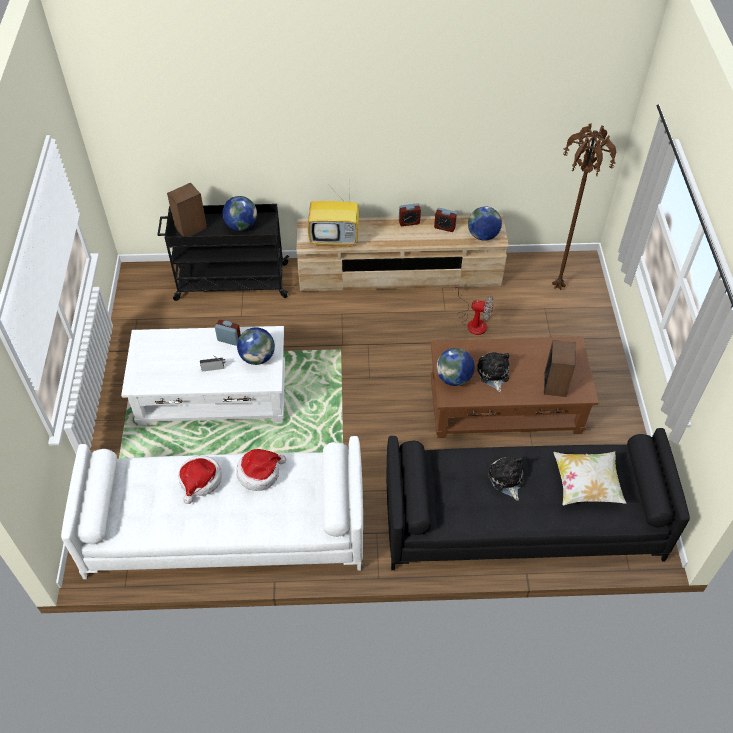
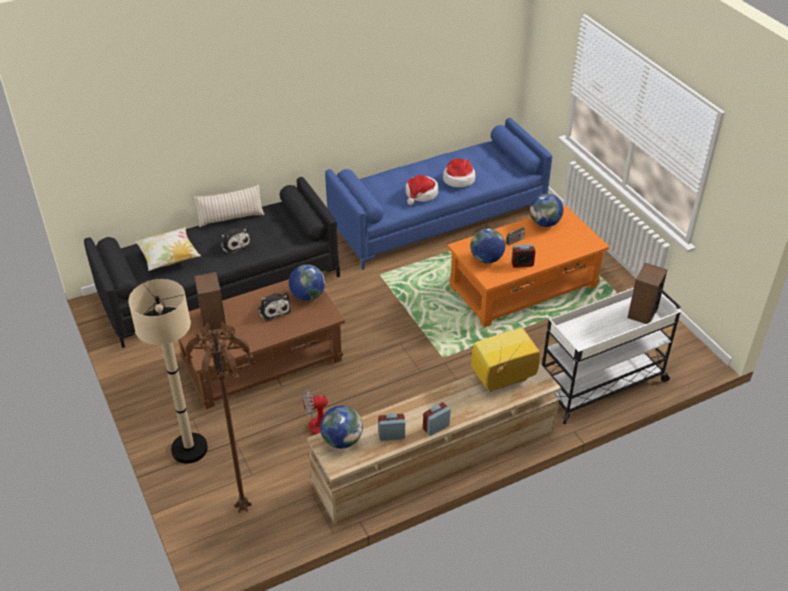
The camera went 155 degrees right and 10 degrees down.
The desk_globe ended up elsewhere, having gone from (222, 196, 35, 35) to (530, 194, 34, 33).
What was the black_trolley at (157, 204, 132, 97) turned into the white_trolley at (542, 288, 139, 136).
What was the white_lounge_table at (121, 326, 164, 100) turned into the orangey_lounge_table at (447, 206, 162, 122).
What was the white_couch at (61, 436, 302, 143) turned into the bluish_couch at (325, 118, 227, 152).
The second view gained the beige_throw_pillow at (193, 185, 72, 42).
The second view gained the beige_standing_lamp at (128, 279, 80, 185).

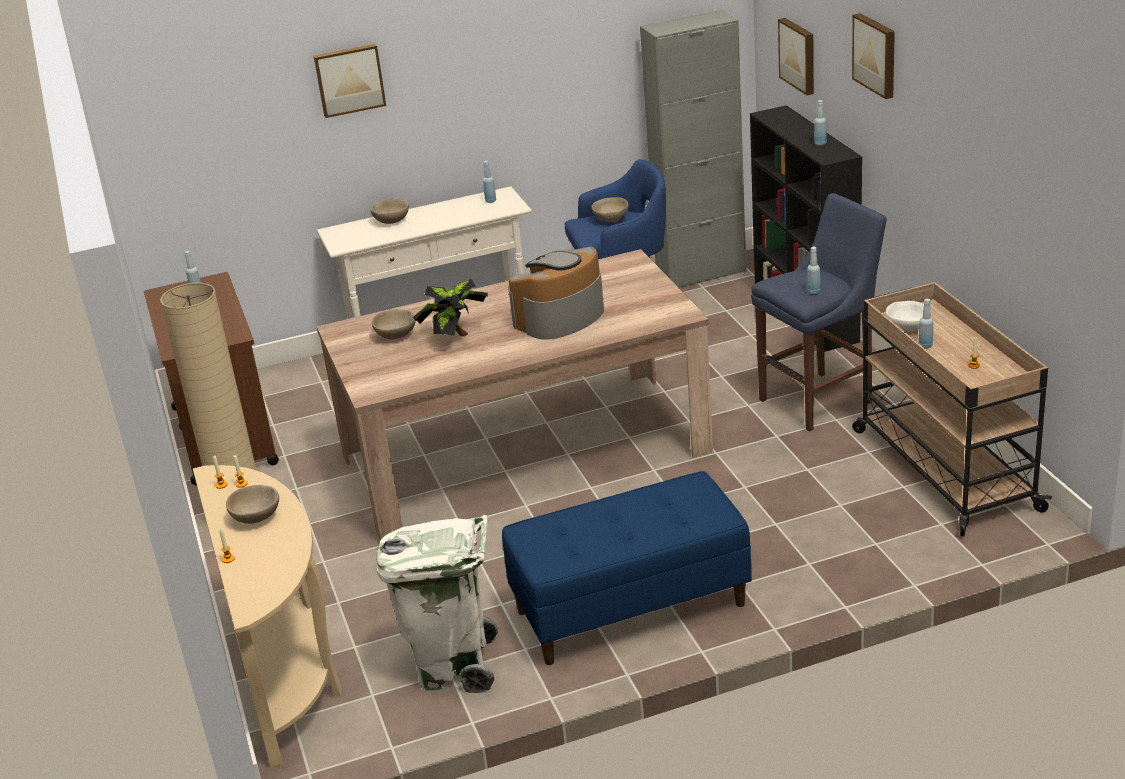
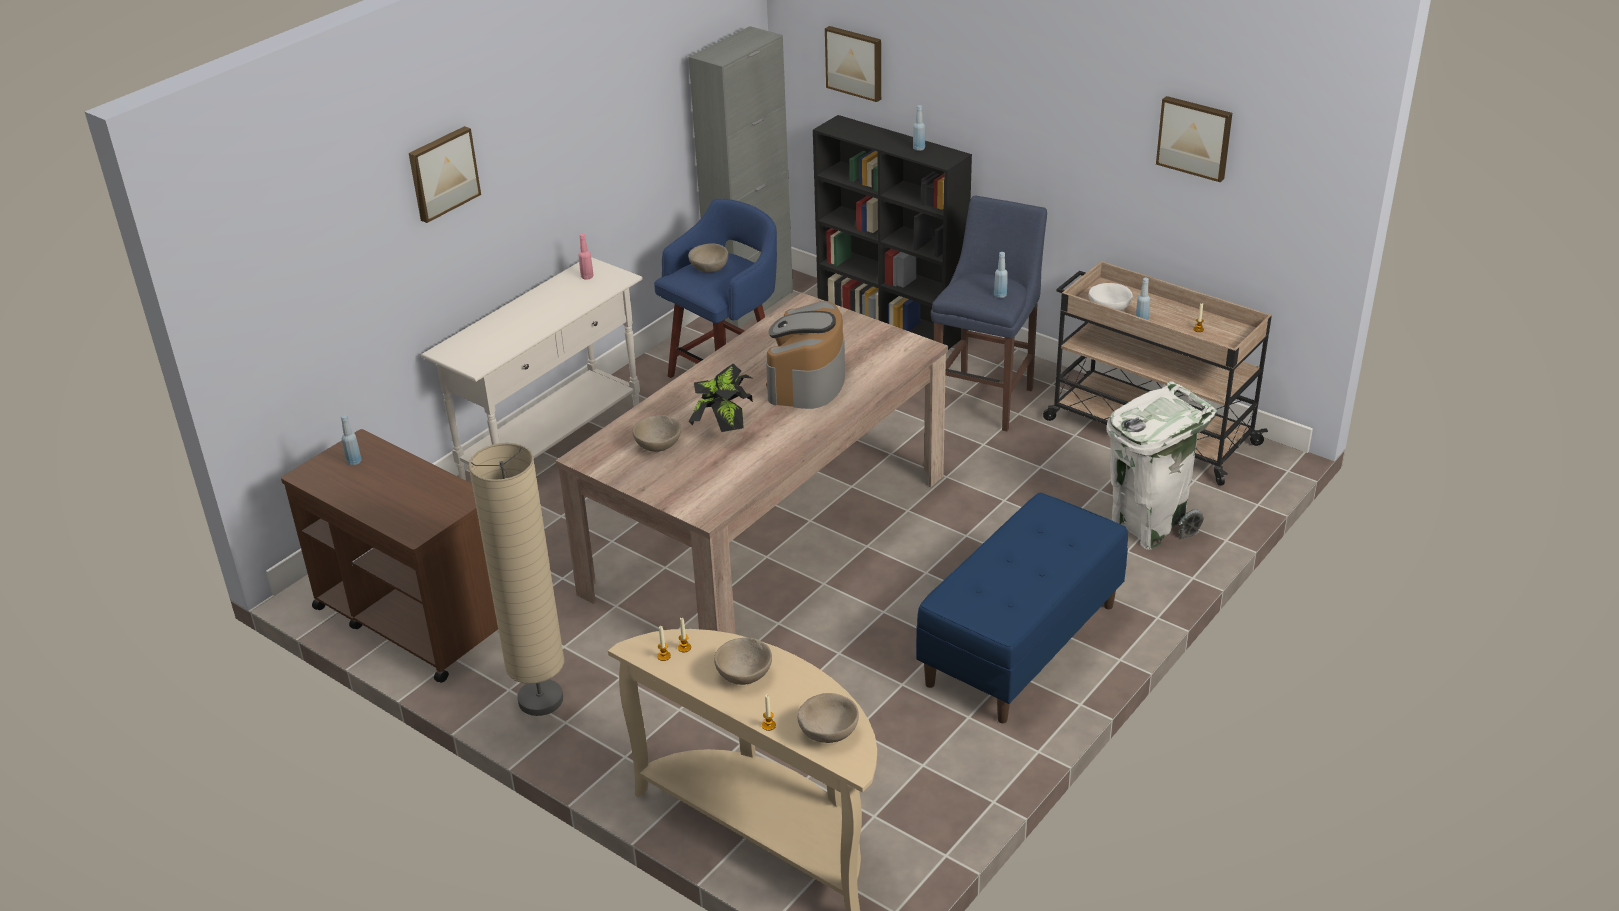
The camera went 35 degrees left and 5 degrees up.
The wall_art ended up elsewhere, having gone from (852, 13, 43, 86) to (1156, 96, 76, 86).
What was the bluish_drink_bottle at (483, 161, 13, 42) turned into the pinkish_drink_bottle at (578, 234, 16, 46).
The beige_bowl ended up elsewhere, having gone from (371, 199, 38, 25) to (798, 693, 61, 50).
The white_rubbish_bin ended up elsewhere, having gone from (376, 514, 122, 179) to (1106, 381, 112, 169).

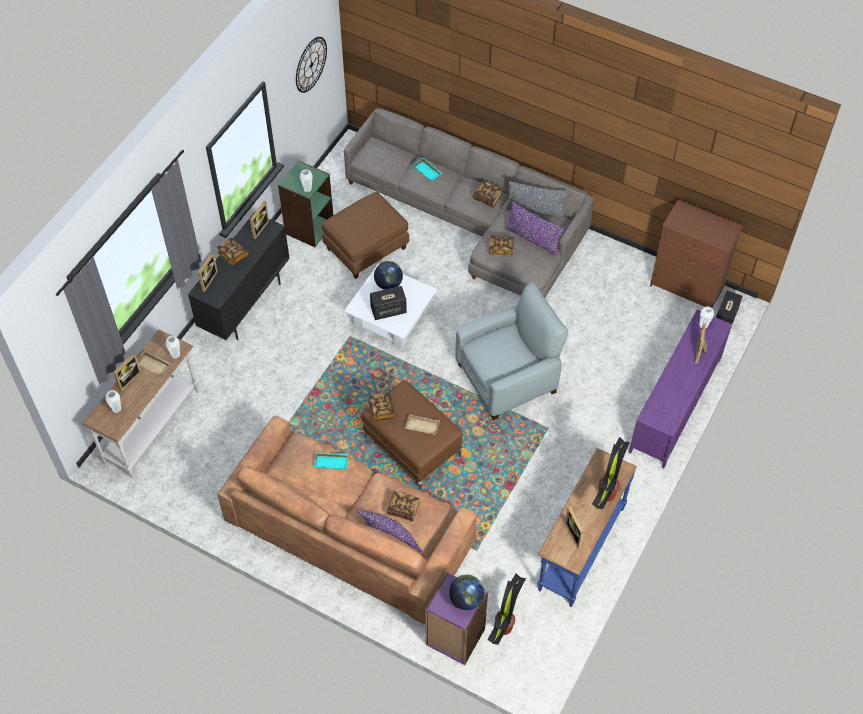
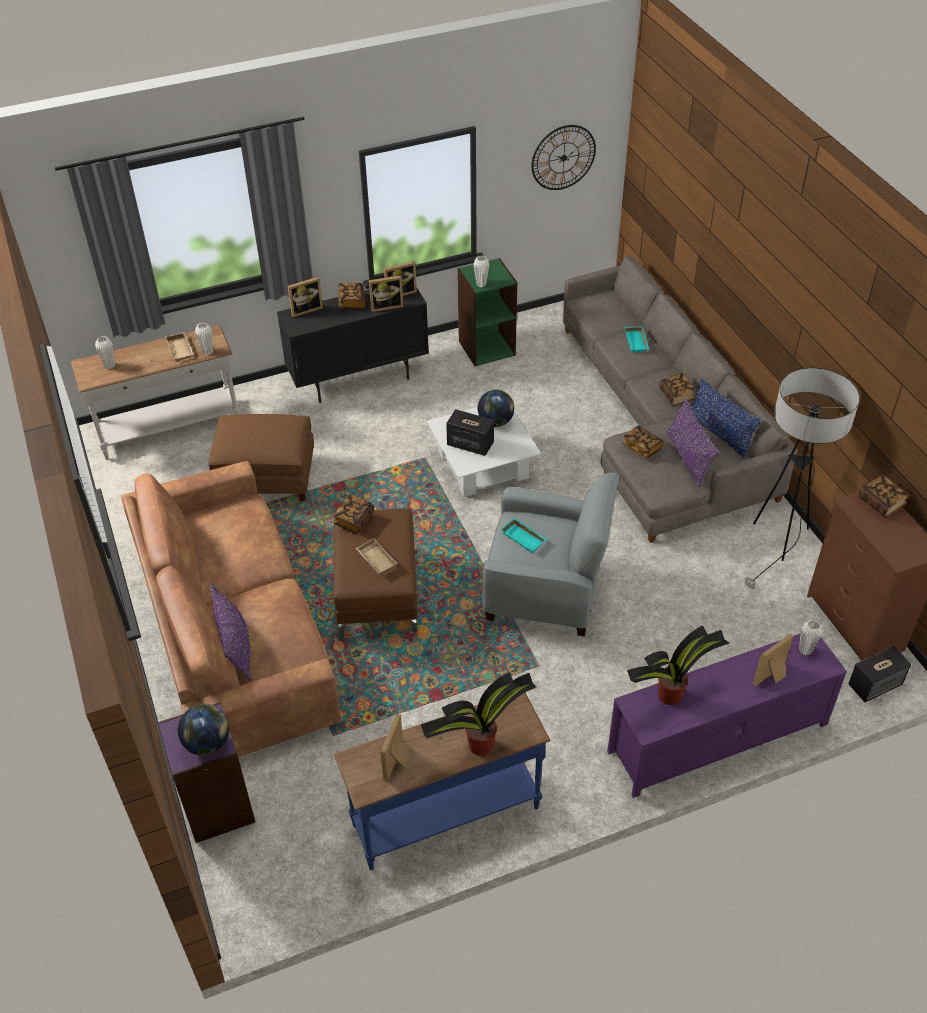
The camera went 40 degrees right and 10 degrees down.
What was the grey_throw_pillow at (505, 181, 63, 39) turned into the bluish_throw_pillow at (691, 379, 71, 80).
The brown-coloured_footrest ended up elsewhere, having gone from (322, 191, 87, 88) to (208, 414, 106, 87).
The standing_frame ended up elsewhere, having gone from (113, 353, 28, 38) to (369, 275, 34, 37).
The turquoise_carrying_tray ended up elsewhere, having gone from (314, 452, 34, 18) to (500, 518, 47, 35).
The volume ended up elsewhere, having gone from (387, 491, 33, 30) to (859, 475, 50, 43).
The plant_in_a_pot ended up elsewhere, having gone from (487, 573, 39, 72) to (627, 625, 102, 80).
The second view gained the standing_lamp at (745, 368, 115, 221).

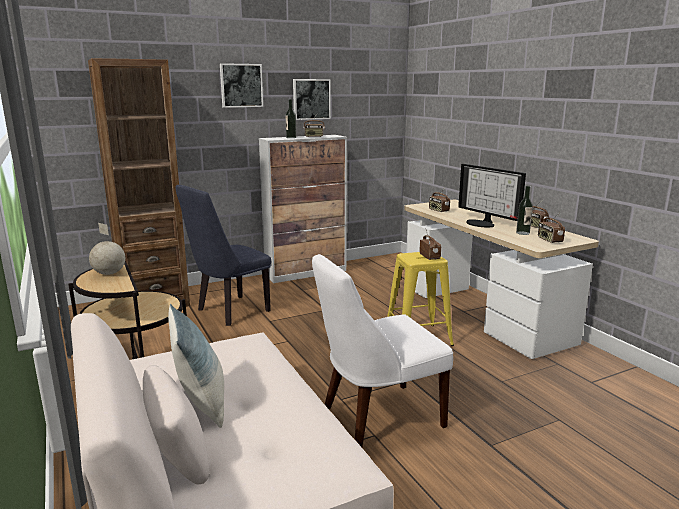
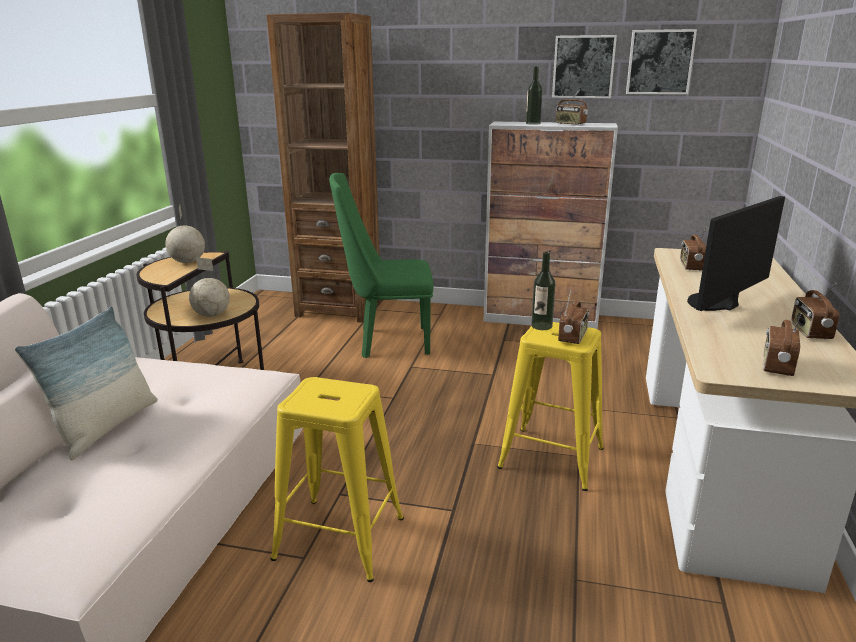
The camera went 40 degrees right and 5 degrees up.
The wall_art ended up elsewhere, having gone from (220, 63, 43, 45) to (626, 29, 71, 65).
The computer_display at (458, 164, 68, 63) ended up facing another way, 45 degrees clockwise from before.
What was the bluish_upright_chair at (176, 185, 95, 141) turned into the green_upright_chair at (329, 173, 104, 185).
The drink_bottle ended up elsewhere, having gone from (516, 186, 17, 49) to (531, 252, 24, 78).
Where the white_upright_chair stood at (312, 254, 141, 193), the yellow-coloured_stool came to stand at (270, 377, 134, 205).
The second view gained the desk_globe at (189, 257, 41, 60).

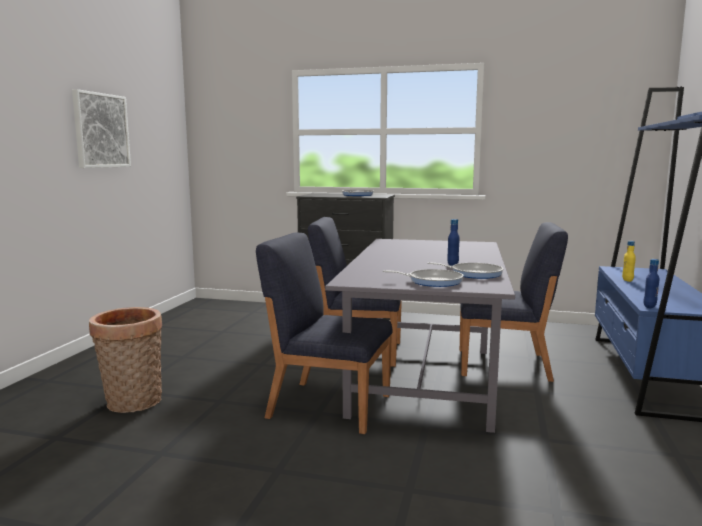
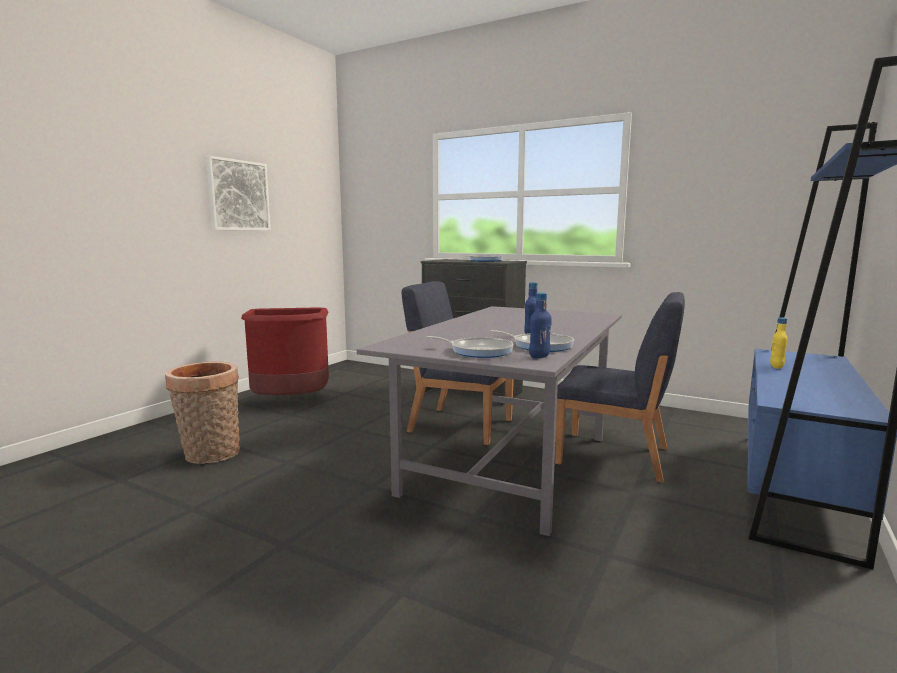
The camera went 15 degrees right and 0 degrees up.
The second view lost the bluish_upright_chair at (256, 232, 136, 202).
The bluish_drink_bottle ended up elsewhere, having gone from (643, 259, 16, 49) to (529, 292, 23, 66).
The second view gained the red-coloured_rubbish_bin at (241, 307, 88, 89).

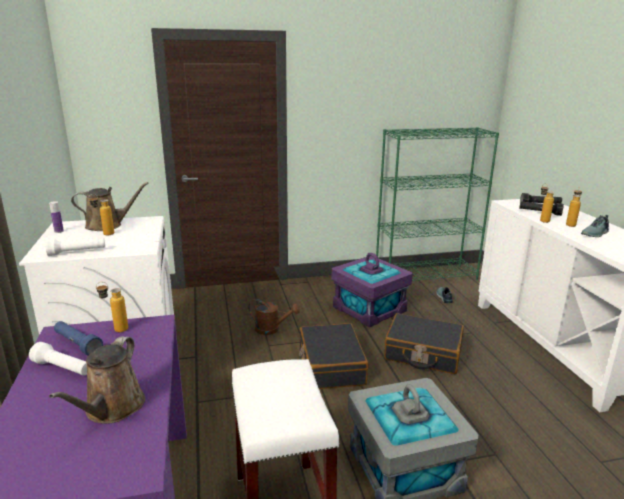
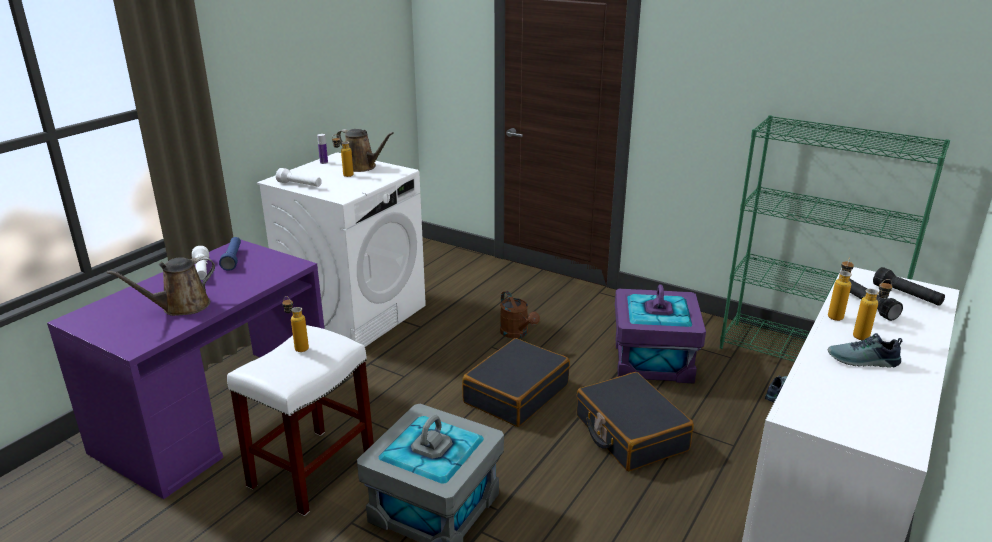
The camera went 45 degrees right and 5 degrees up.
The drink_bottle ended up elsewhere, having gone from (96, 282, 32, 50) to (282, 296, 27, 56).

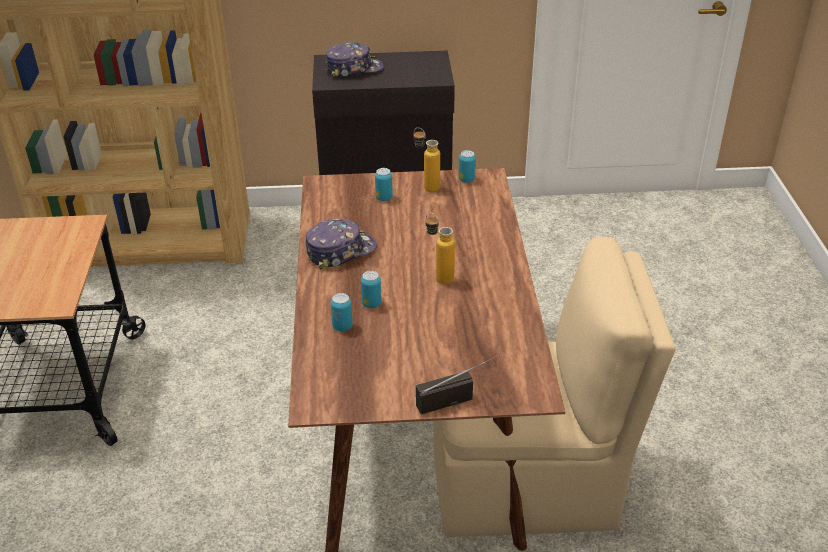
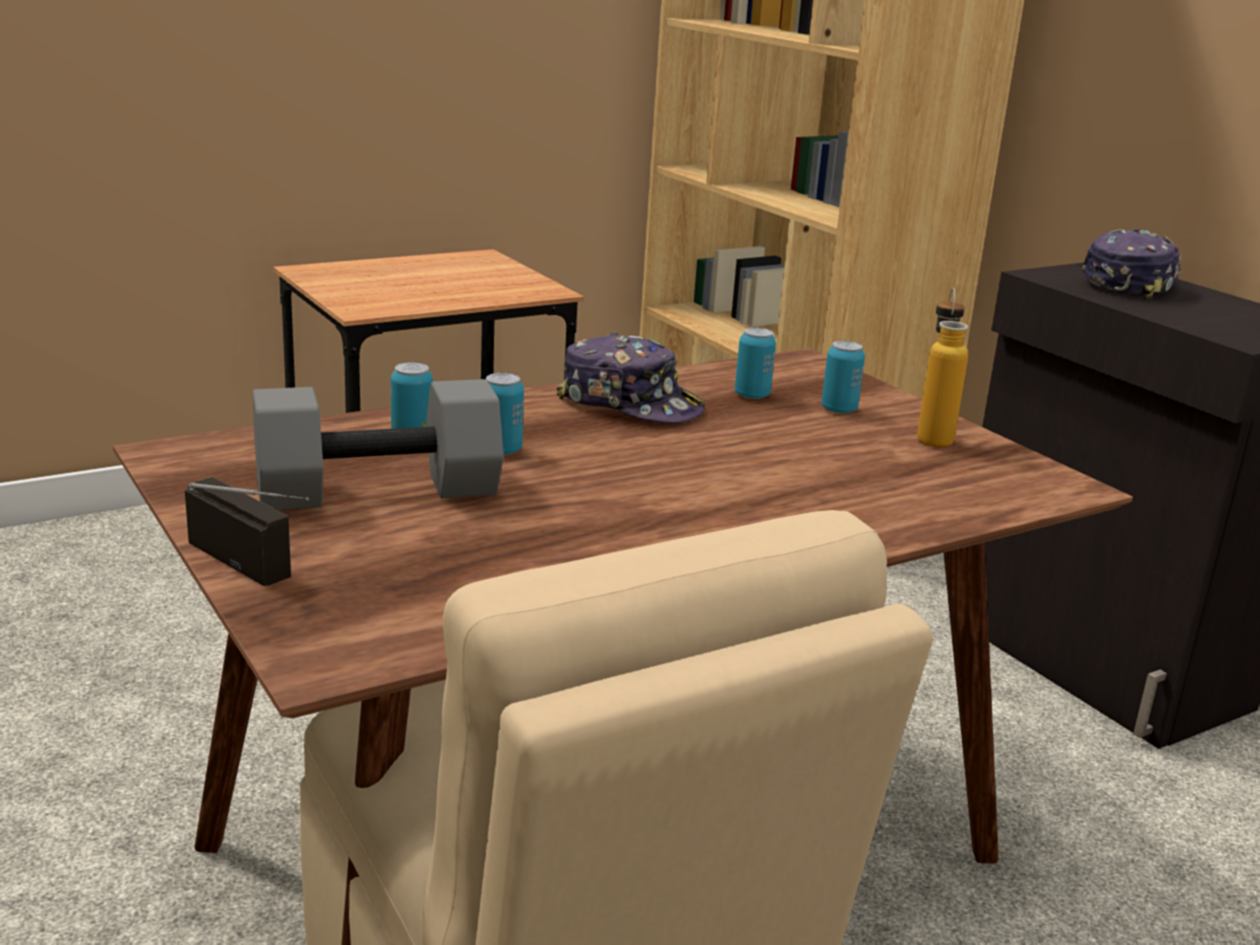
The camera went 60 degrees right and 15 degrees down.
The baseball_cap at (325, 42, 59, 36) ended up facing another way, 105 degrees counterclockwise from before.
The sealed_can ended up elsewhere, having gone from (459, 150, 17, 33) to (735, 327, 41, 72).
The second view lost the drink_bottle at (426, 213, 29, 72).
The second view gained the grey_free_weight at (253, 379, 251, 131).

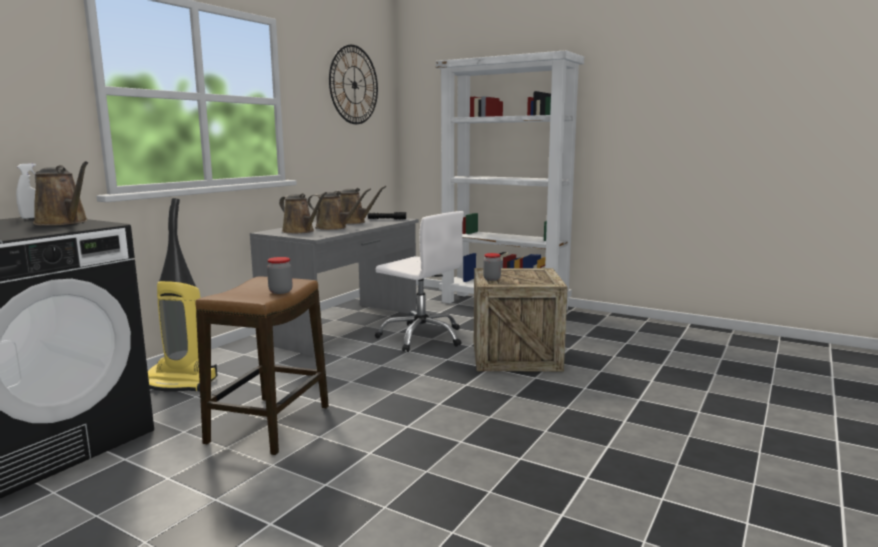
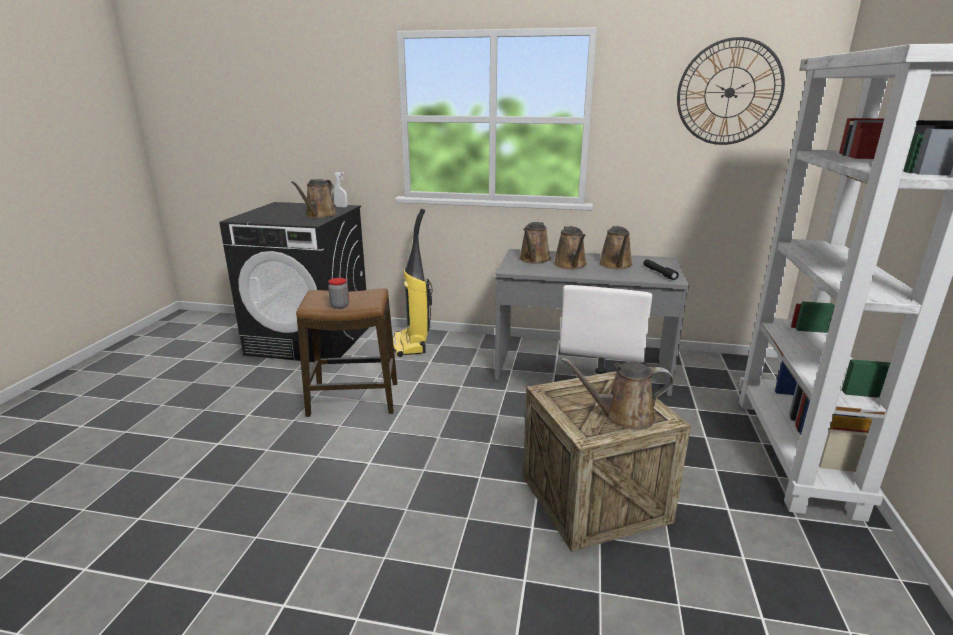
The camera went 70 degrees right and 10 degrees up.
The second view lost the storage_jar at (483, 253, 18, 28).
The second view gained the brown-coloured_watering_can at (561, 357, 113, 73).

